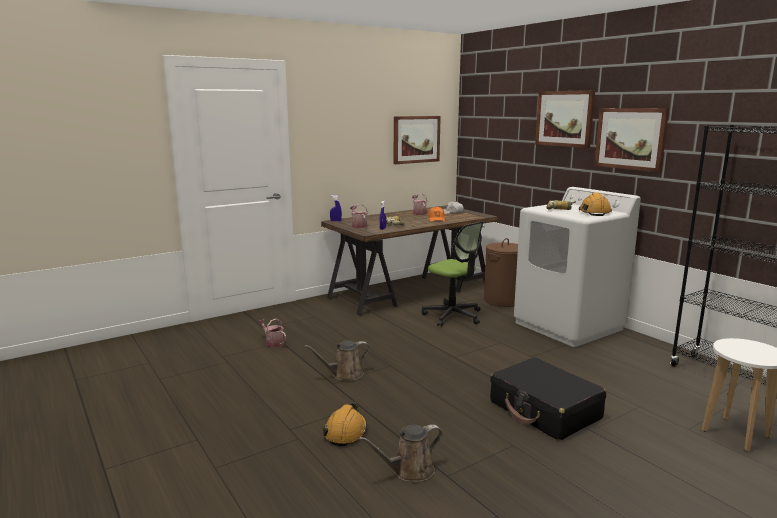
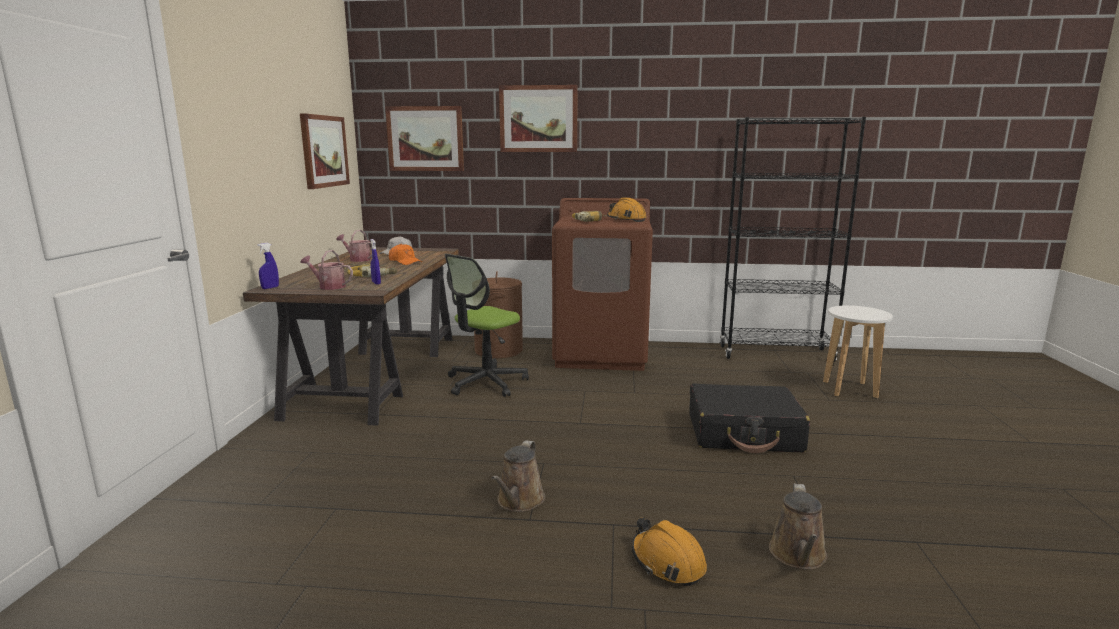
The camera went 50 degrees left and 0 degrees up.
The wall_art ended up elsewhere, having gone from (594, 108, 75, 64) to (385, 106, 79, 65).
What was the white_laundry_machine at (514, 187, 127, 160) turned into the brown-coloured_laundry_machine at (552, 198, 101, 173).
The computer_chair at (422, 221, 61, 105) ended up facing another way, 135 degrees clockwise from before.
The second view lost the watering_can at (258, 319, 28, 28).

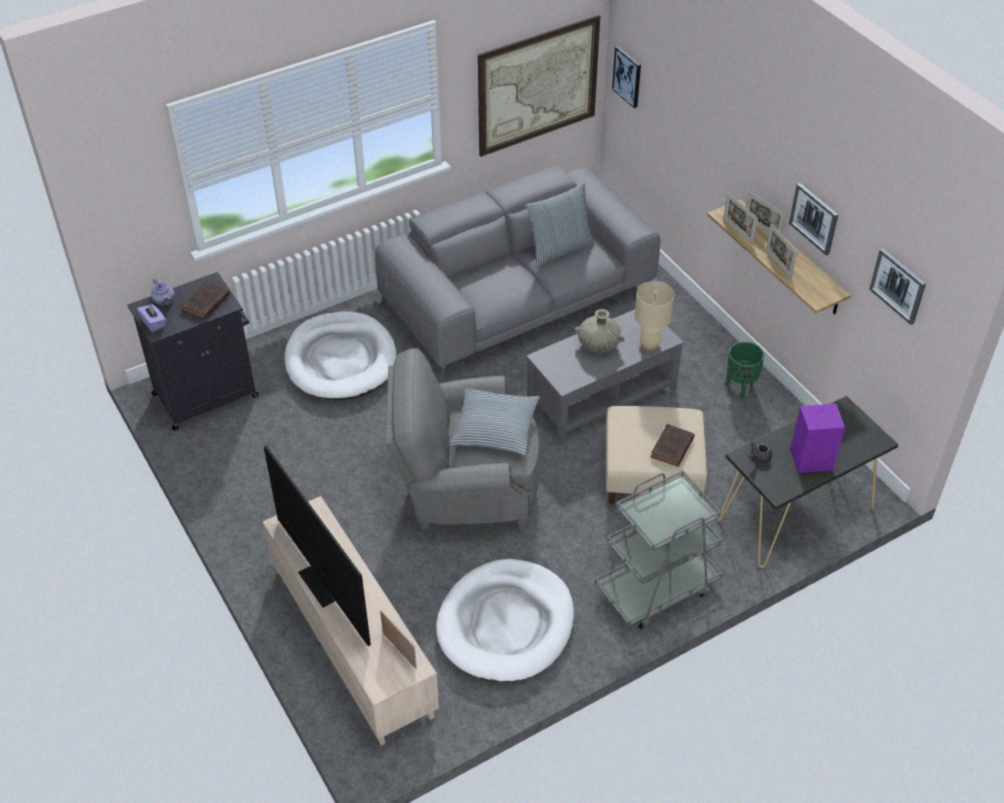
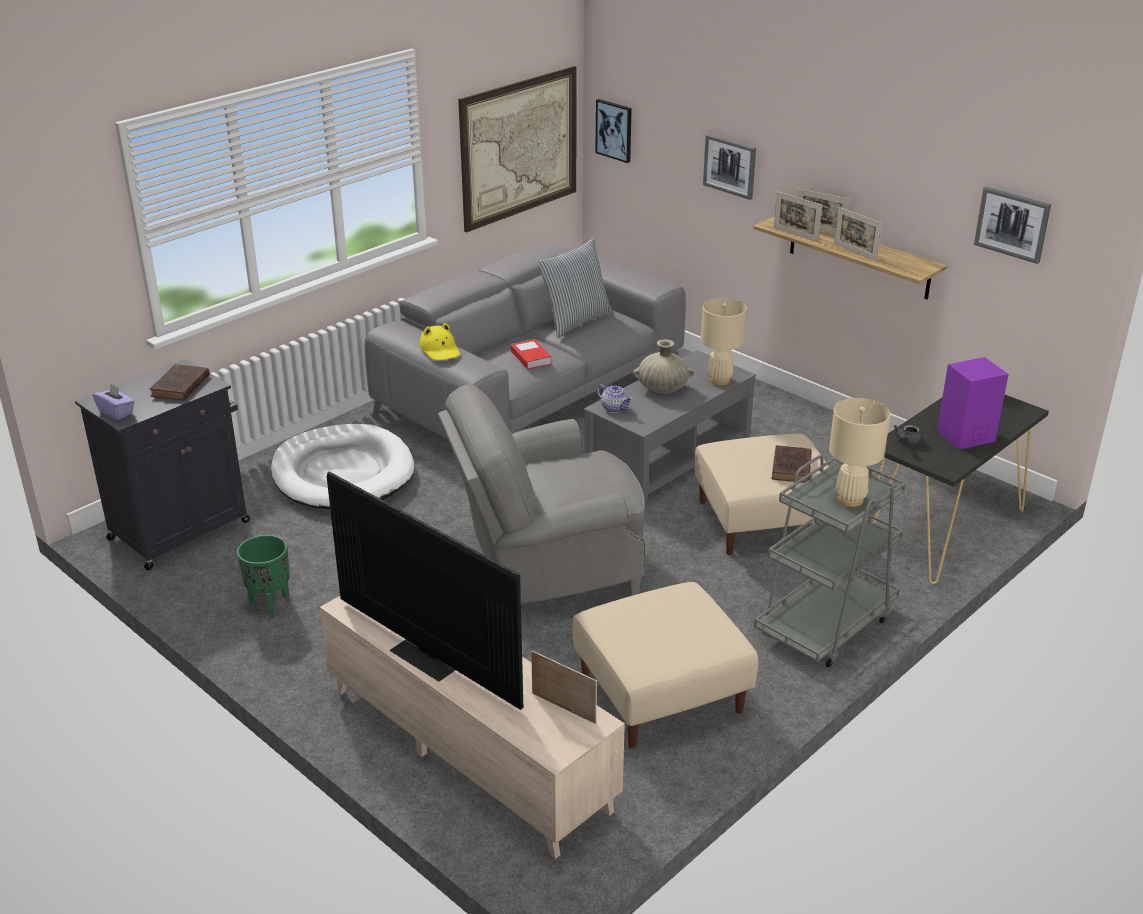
The camera went 15 degrees left and 15 degrees down.
The wall_art ended up elsewhere, having gone from (789, 183, 49, 73) to (703, 134, 53, 66).
The tea_pot ended up elsewhere, having gone from (151, 279, 23, 26) to (597, 384, 36, 29).
The green_planter ended up elsewhere, having gone from (726, 342, 38, 57) to (237, 535, 53, 83).
The second view lost the throw_pillow at (449, 388, 91, 67).
Where the white_dog_cushion stood at (436, 559, 138, 123), the beige_footrest came to stand at (573, 582, 185, 166).
The second view gained the yellow-coloured_clothing_hat at (419, 323, 41, 38).
The second view gained the volume at (511, 339, 40, 30).
The second view gained the beige_tabletop_lamp at (829, 398, 61, 109).

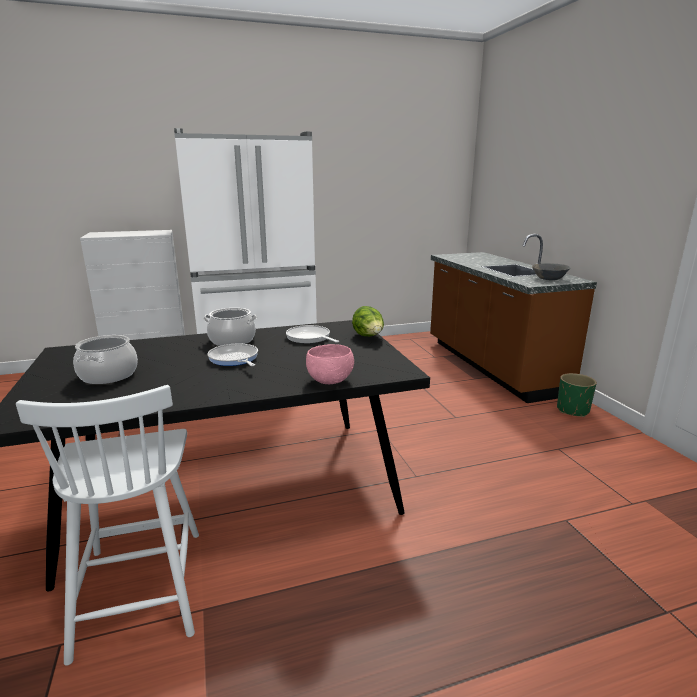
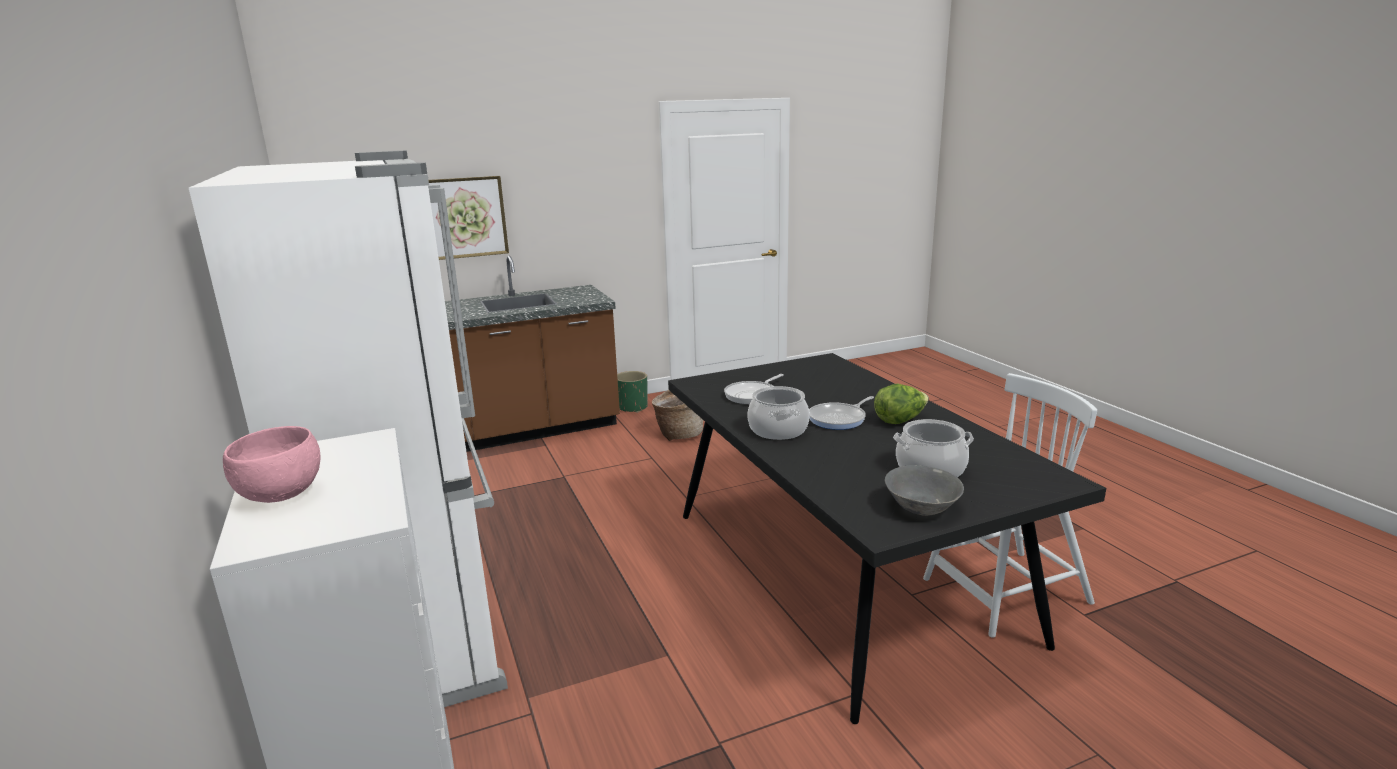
The camera went 95 degrees left and 0 degrees up.
The grey_bowl ended up elsewhere, having gone from (532, 263, 38, 17) to (885, 465, 79, 51).
The lettuce ended up elsewhere, having gone from (352, 306, 32, 30) to (874, 384, 55, 40).
The pinkish_bowl ended up elsewhere, having gone from (306, 344, 48, 40) to (223, 426, 97, 77).
The second view gained the wall_art at (429, 176, 80, 84).
The second view gained the basket at (652, 390, 51, 51).

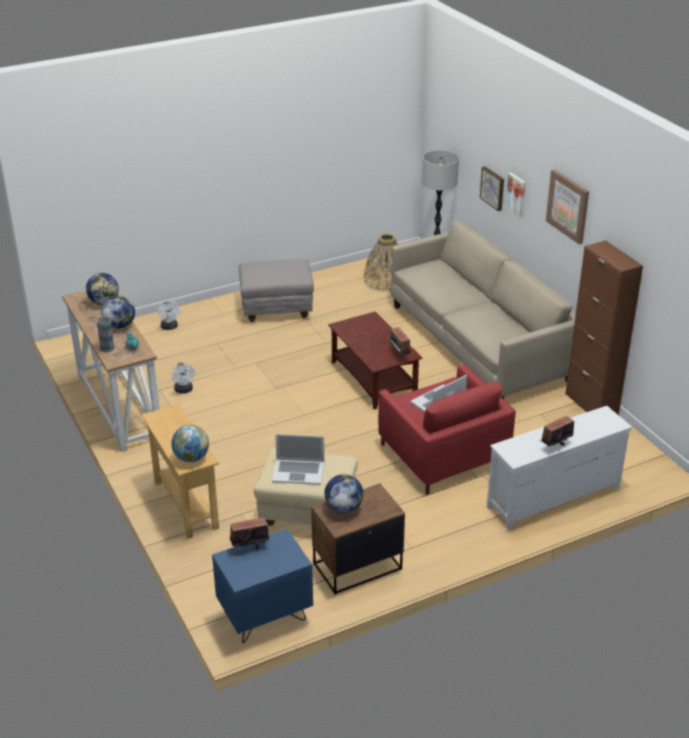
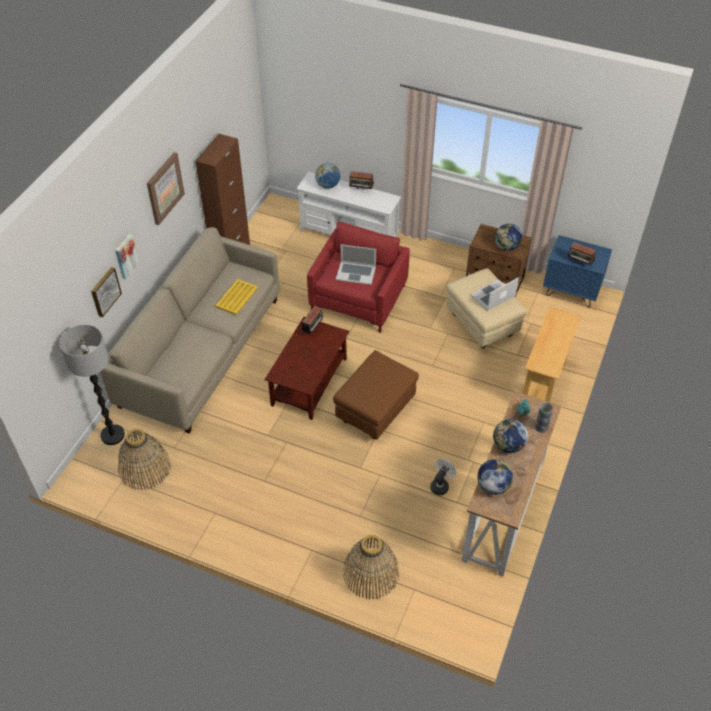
The camera went 130 degrees left and 15 degrees up.
The second view lost the grey_footrest at (239, 259, 75, 63).
Where the white_fan stood at (158, 301, 22, 29), the basket came to stand at (343, 535, 56, 65).
The desk_globe ended up elsewhere, having gone from (171, 425, 38, 37) to (315, 163, 25, 26).
The notebook_computer at (272, 434, 52, 51) ended up facing another way, 90 degrees counterclockwise from before.
The second view gained the yellow-coloured_carrying_tray at (215, 279, 43, 36).
The second view gained the brown-coloured_footrest at (333, 350, 86, 90).

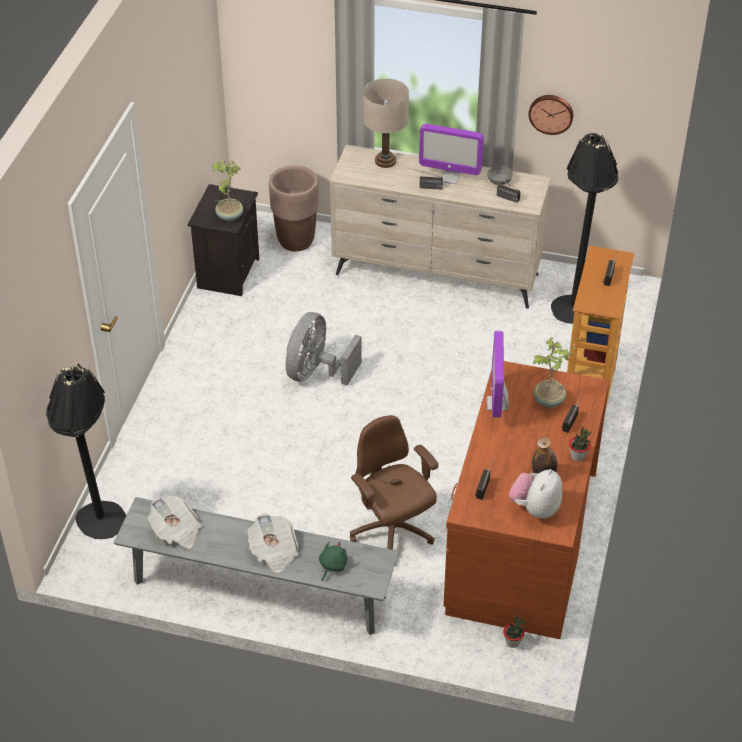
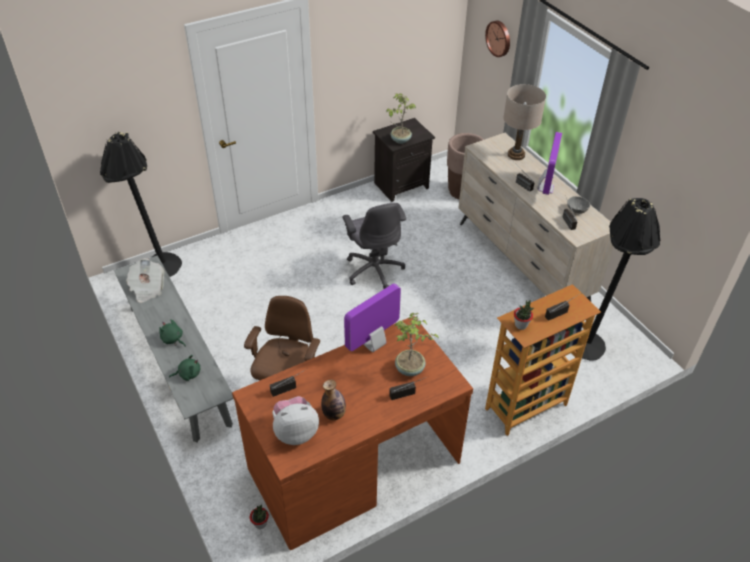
The camera went 45 degrees right and 0 degrees up.
The hanging_clock ended up elsewhere, having gone from (528, 95, 45, 40) to (485, 21, 25, 36).
The computer_display at (419, 124, 65, 60) ended up facing another way, 135 degrees counterclockwise from before.
Where the grey_fan stood at (286, 312, 76, 73), the grey_computer_chair came to stand at (342, 203, 64, 86).
The plant_in_a_pot ended up elsewhere, having gone from (569, 426, 22, 35) to (514, 300, 20, 30).
Where the newspaper stood at (247, 513, 52, 60), the green_soft_toy came to stand at (159, 319, 27, 28).

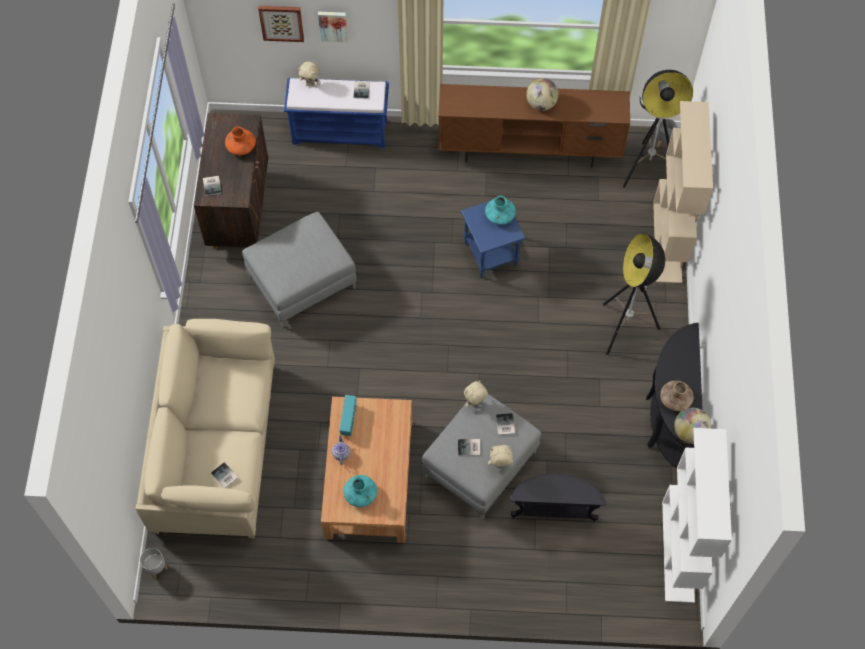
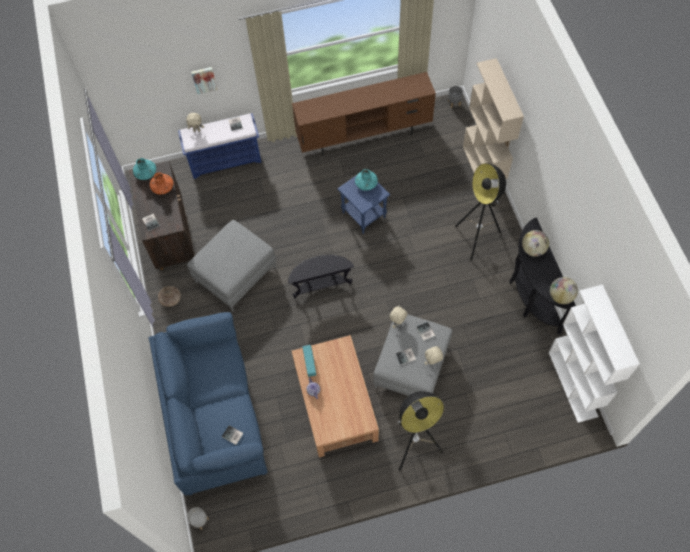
The camera went 15 degrees left and 0 degrees up.
The second view lost the wall_art at (258, 6, 46, 36).
The standing_lamp ended up elsewhere, having gone from (623, 70, 70, 118) to (398, 391, 46, 80).
The desk_globe ended up elsewhere, having gone from (526, 78, 33, 33) to (522, 230, 27, 27).
What was the beige_couch at (136, 319, 139, 219) turned into the bluish_couch at (148, 312, 120, 184).
The brown-coloured_flower_vase ended up elsewhere, having gone from (660, 380, 34, 31) to (158, 286, 23, 21).
The black_accent_table ended up elsewhere, having gone from (510, 474, 96, 48) to (288, 255, 66, 44).
The turquoise_flower_vase ended up elsewhere, having gone from (344, 475, 33, 32) to (133, 158, 23, 22).

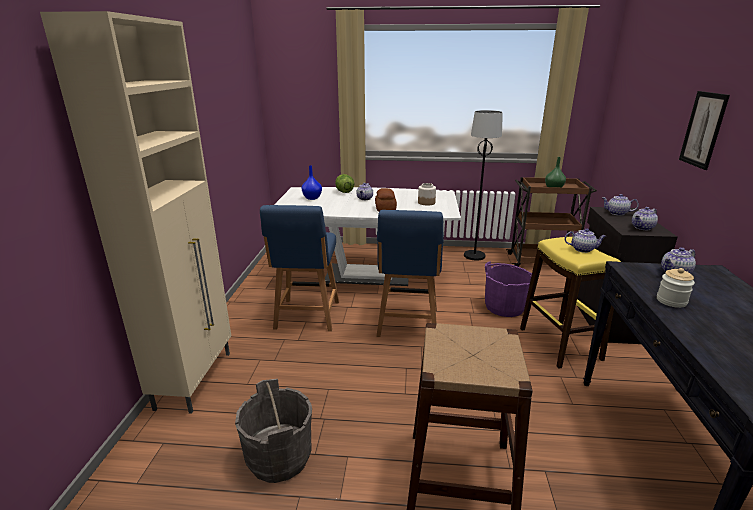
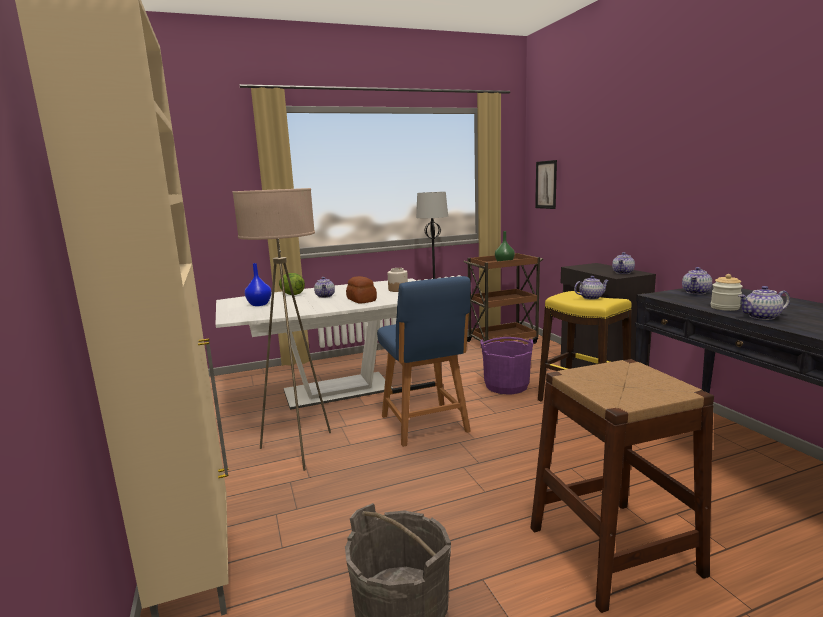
The camera went 25 degrees left and 10 degrees down.
The wall_art ended up elsewhere, having gone from (679, 91, 51, 79) to (535, 160, 22, 49).
The tea_pot ended up elsewhere, having gone from (602, 194, 37, 22) to (738, 286, 52, 34).
Where the bluish_upright_chair stood at (260, 205, 79, 126), the beige_standing_lamp came to stand at (232, 188, 99, 283).

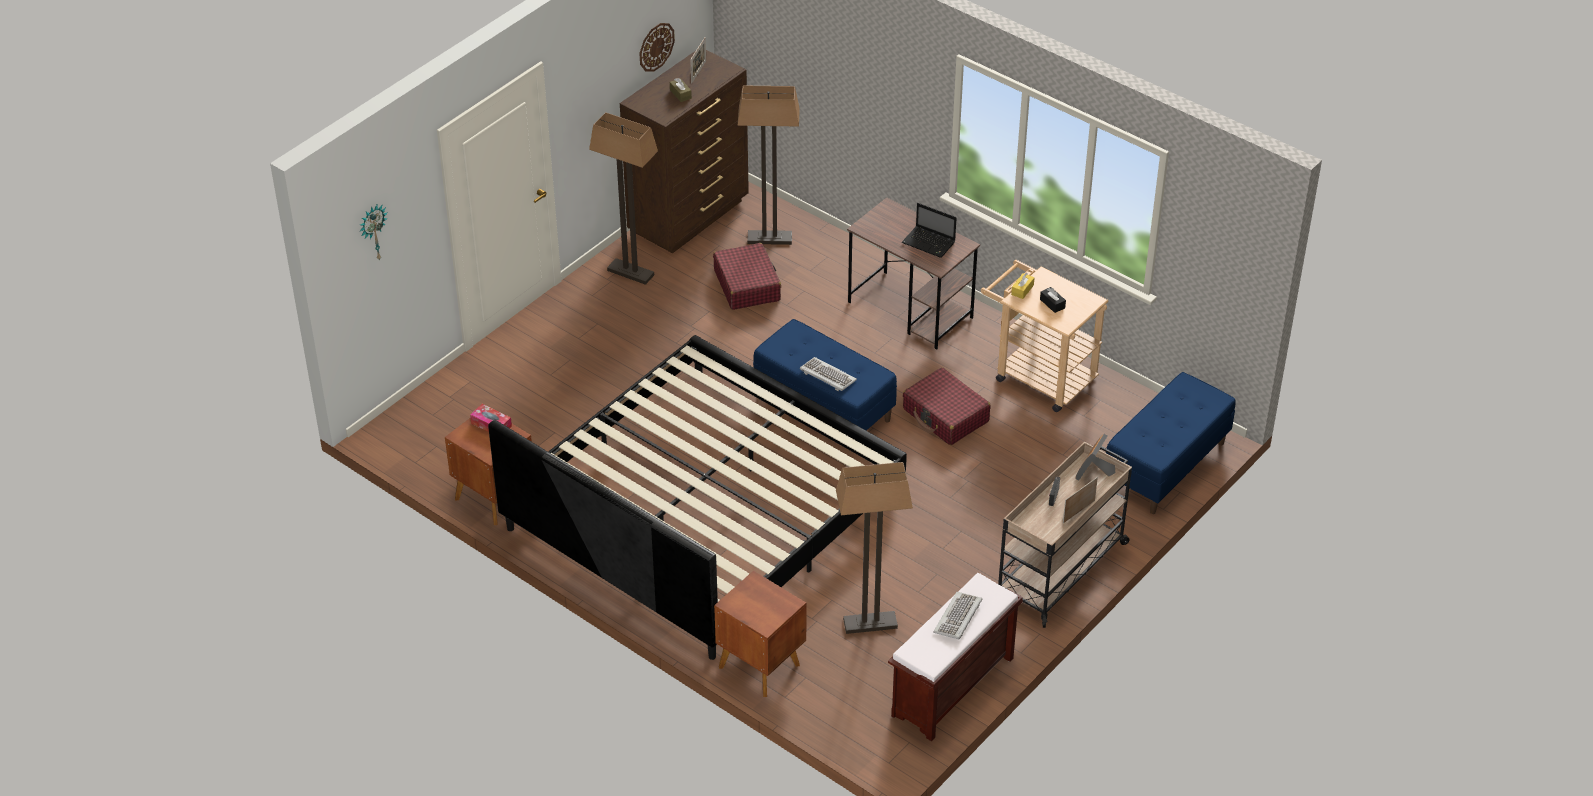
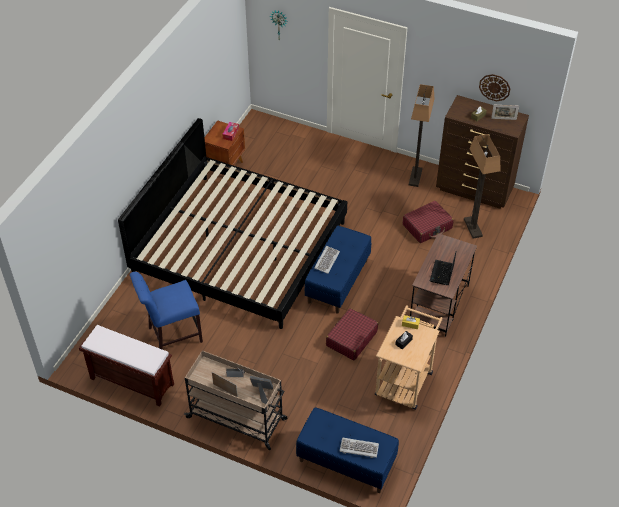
The camera went 75 degrees right and 5 degrees up.
Where the standing_lamp stood at (836, 462, 77, 172), the bluish_upright_chair came to stand at (130, 272, 73, 78).
The second view lost the brown-coloured_nightstand at (714, 570, 92, 127).
The keyboard ended up elsewhere, having gone from (933, 592, 49, 47) to (340, 438, 39, 20).

